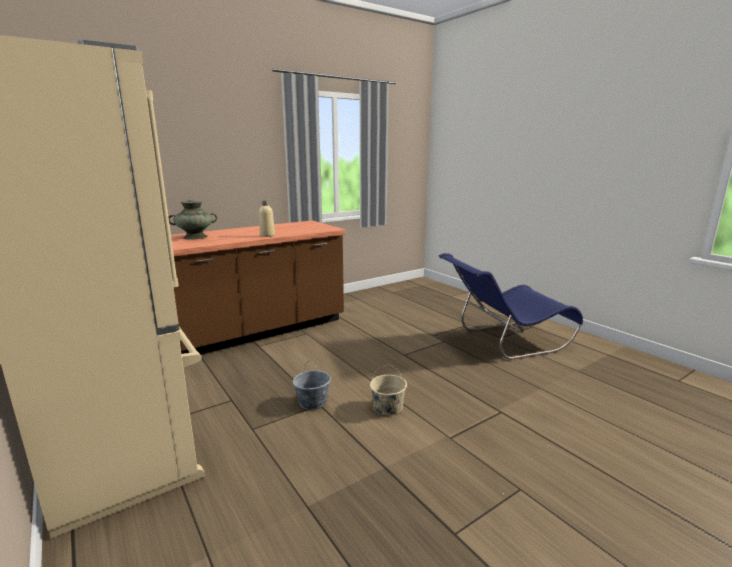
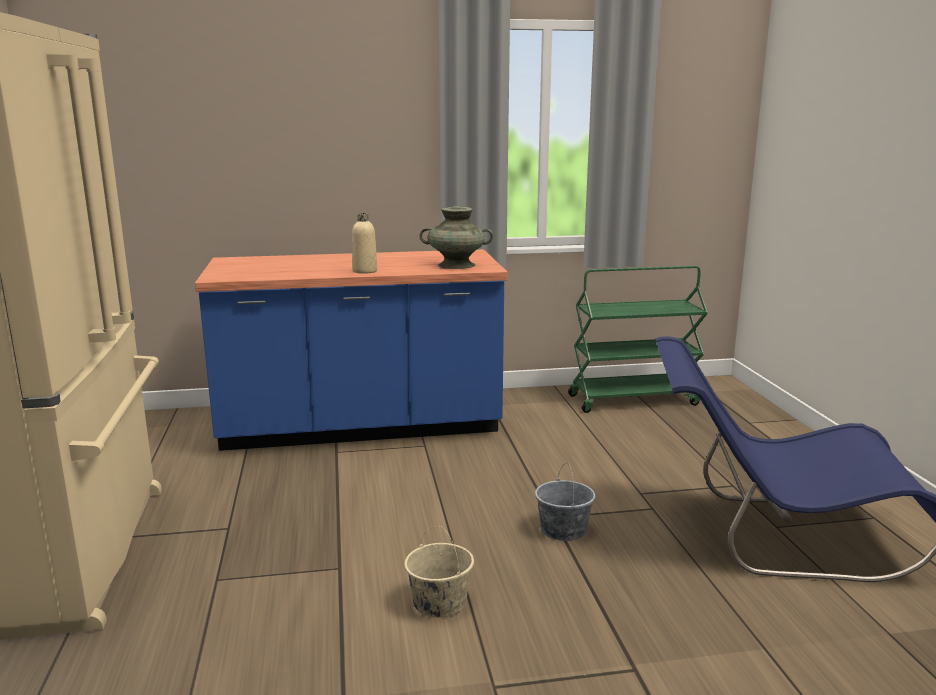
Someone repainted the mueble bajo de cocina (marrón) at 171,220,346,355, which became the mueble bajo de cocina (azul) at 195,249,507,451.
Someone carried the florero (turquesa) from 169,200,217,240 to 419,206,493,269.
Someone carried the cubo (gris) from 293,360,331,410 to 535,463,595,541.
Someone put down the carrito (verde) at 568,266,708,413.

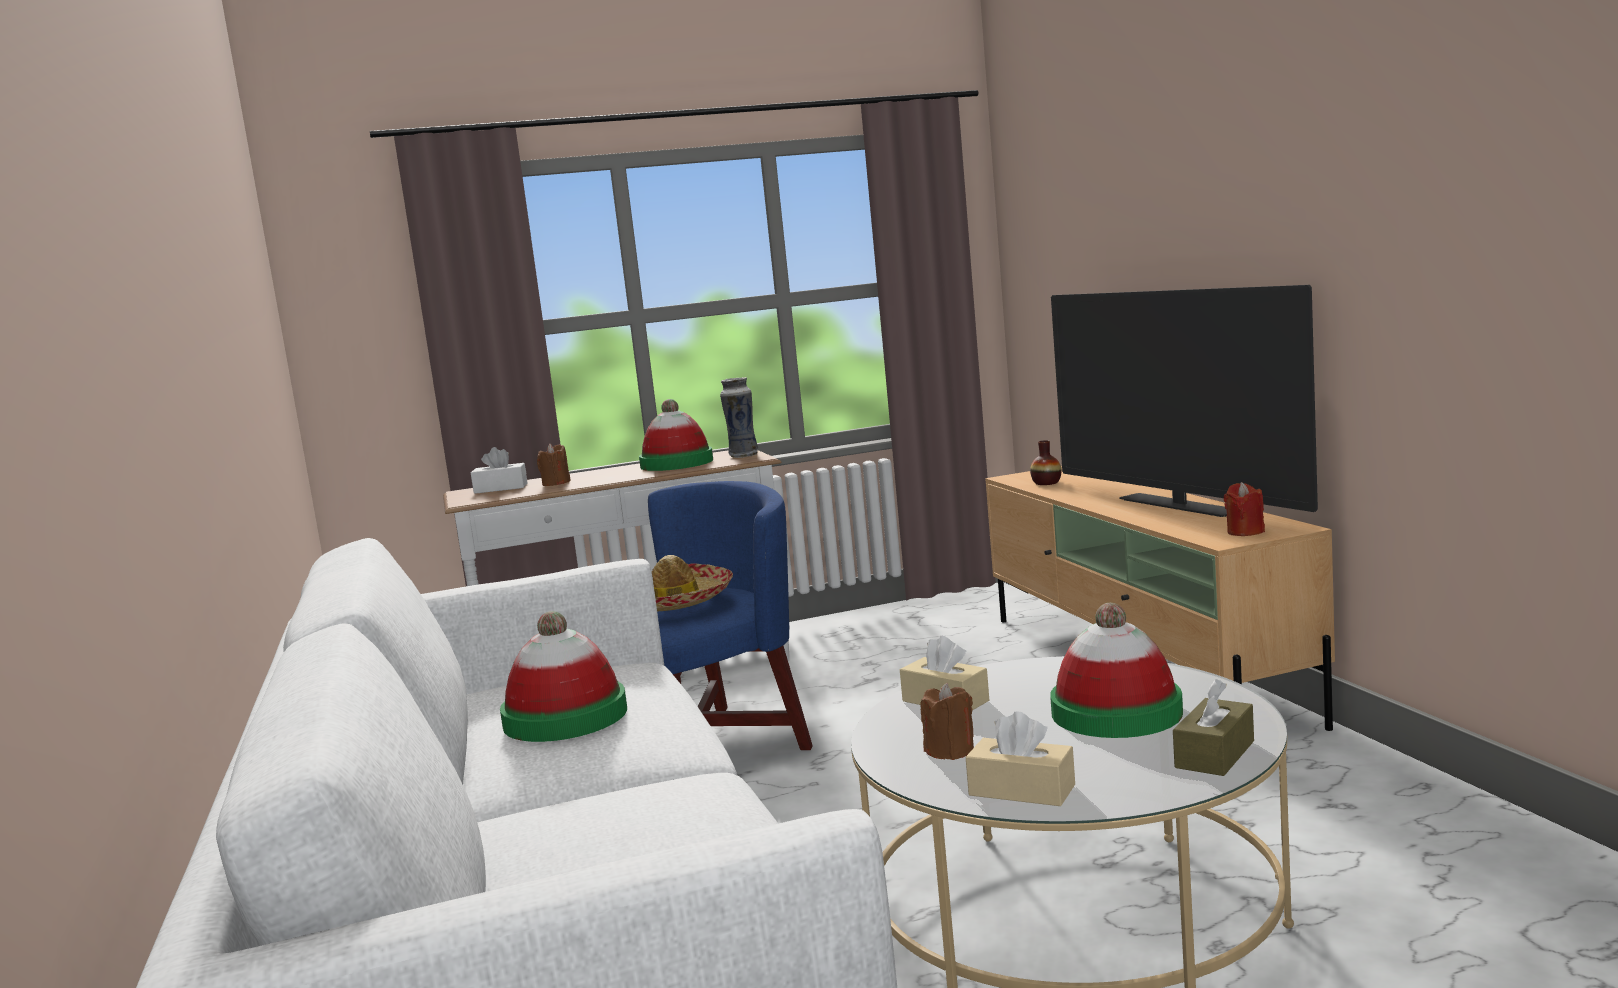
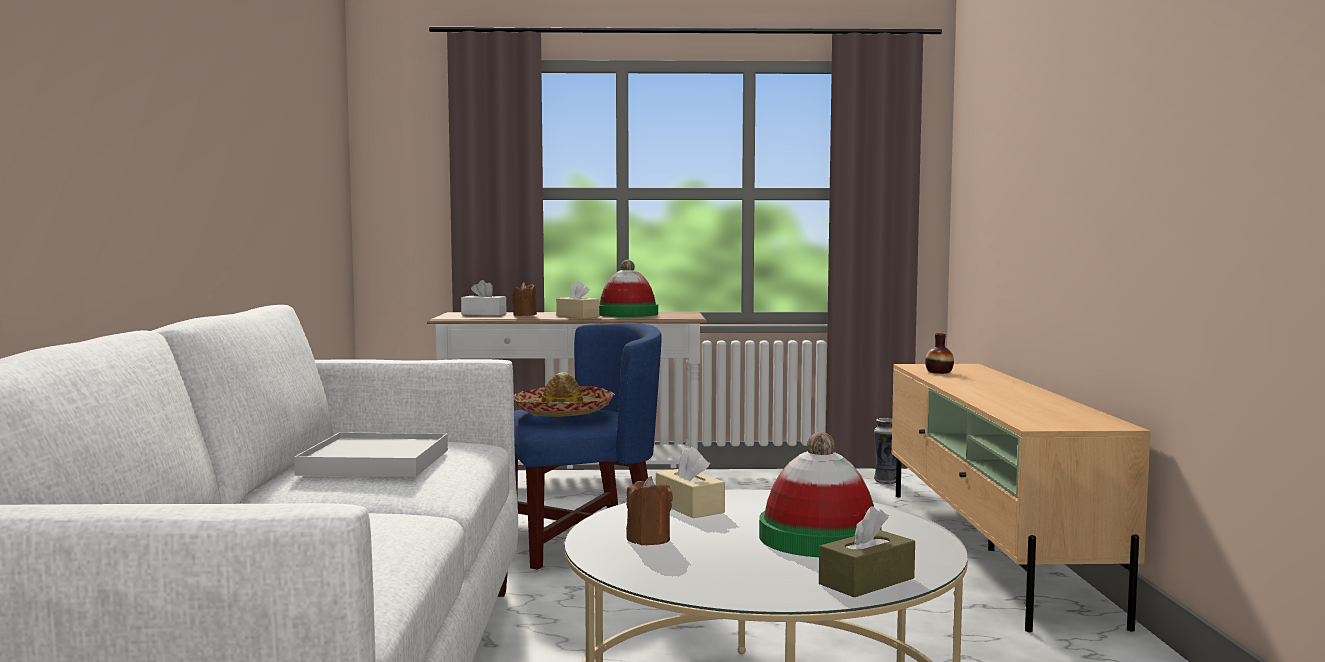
Someone swapped the sombrero at 500,611,627,742 for the bandeja (blanco) at 294,432,448,477.
Someone carried the caja de pañuelos (beis) from 966,711,1075,806 to 556,281,599,318.
Someone carried the florero from 720,377,758,458 to 874,418,897,484.
Someone took away the televisor at 1051,285,1318,517.
Someone took away the vela (rojo) at 1224,482,1265,536.

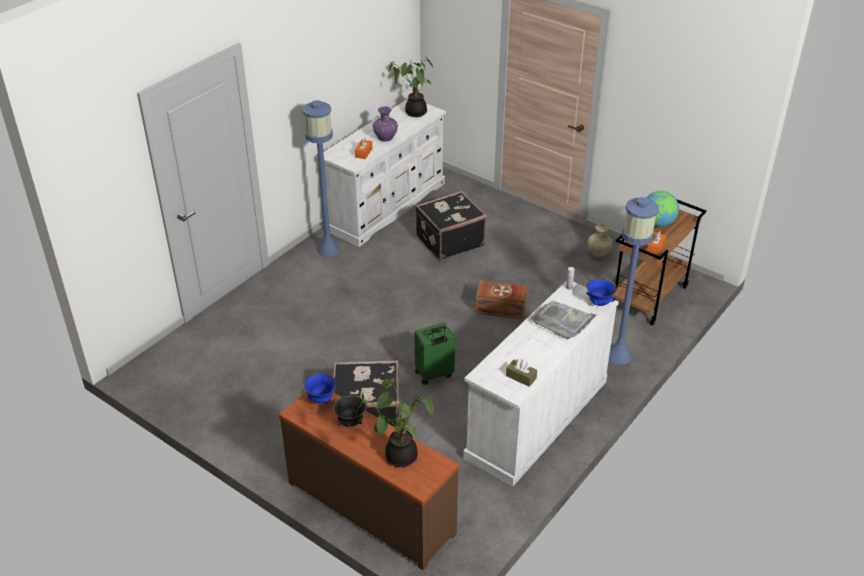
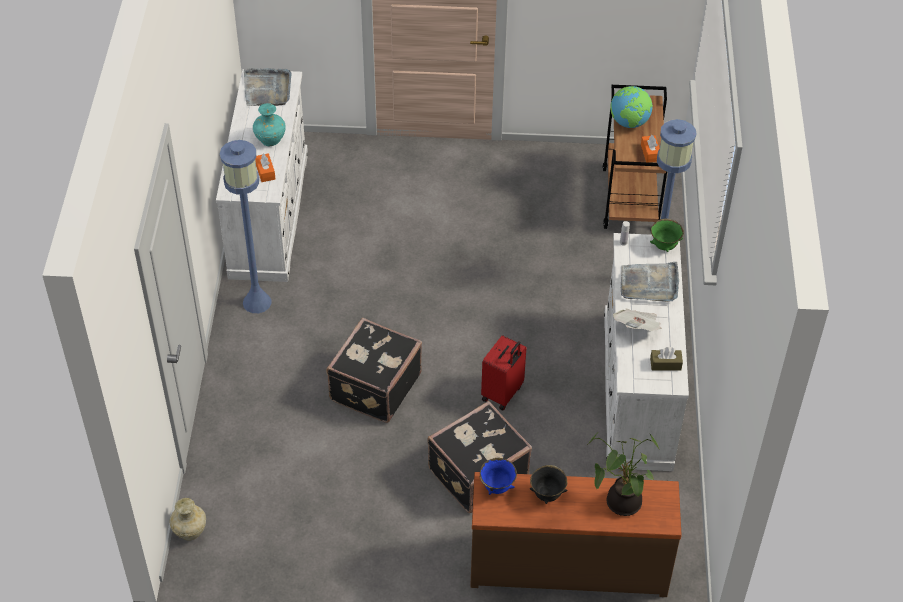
Someone carried the florero (beis) from 587,224,613,258 to 170,498,206,540.
Someone swapped the planta en maceta at 388,56,433,117 for the bandeja (gris) at 244,68,292,106.
Someone repainted the florero (morado) at 373,106,398,142, which became the florero (turquesa) at 253,103,286,146.
Someone carried the maleta (negro) from 415,191,487,260 to 326,318,422,423.
Someone repainted the maleta (verde) at 414,322,455,385, which became the maleta (rojo) at 481,335,527,411.
Someone put down the periódico at 613,308,661,331.
Someone repainted the cuenco (azul) at 586,278,617,306, which became the cuenco (verde) at 650,219,684,252.
Someone took away the caja de almacenaje (marrón) at 476,280,527,319.

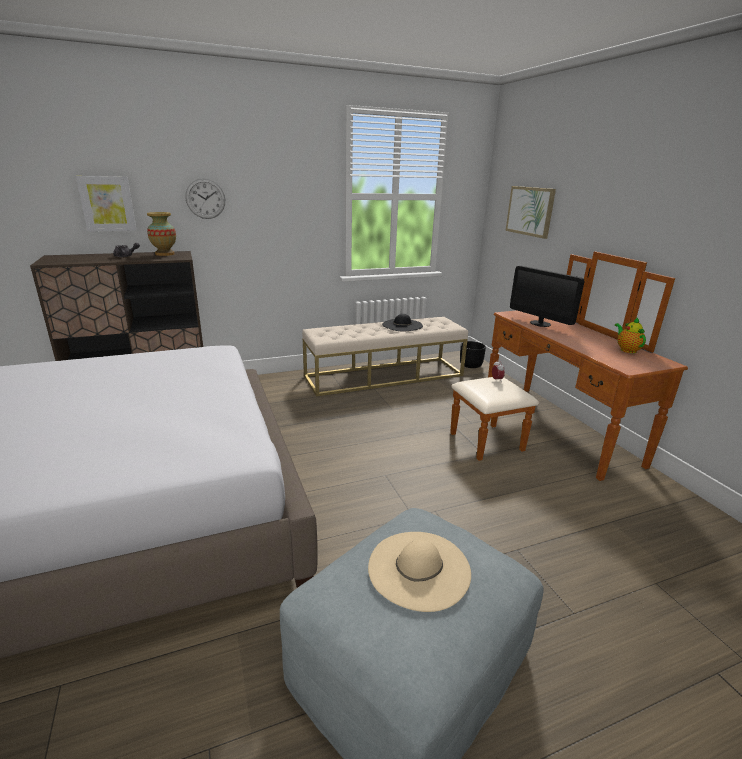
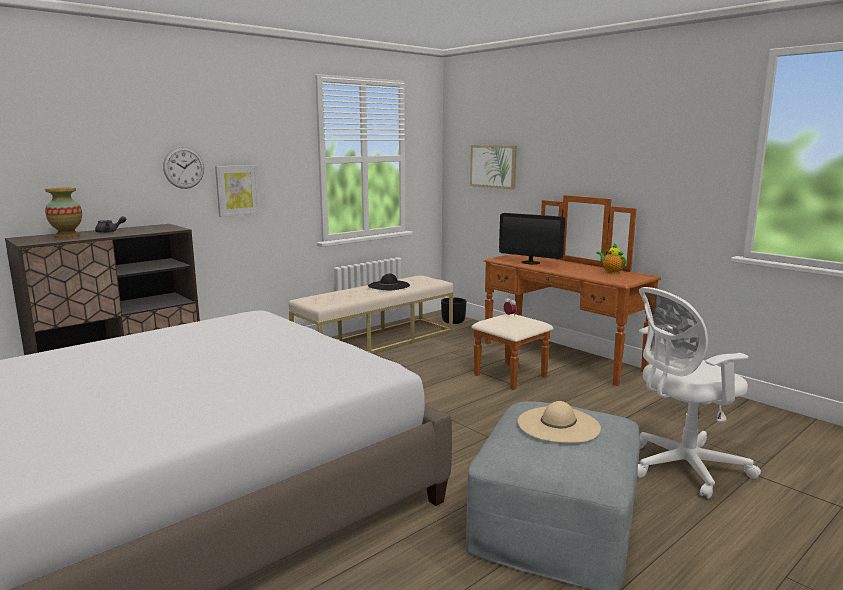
Someone carried the florero from 147,212,176,256 to 45,187,82,239.
Someone carried the cuadro from 76,176,137,232 to 215,165,260,217.
Someone put down the silla de oficina (blanco) at 637,287,761,499.

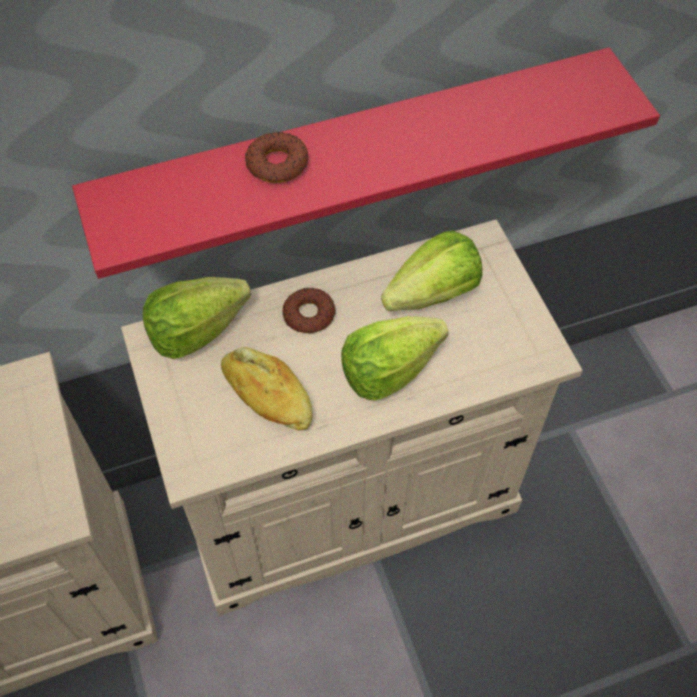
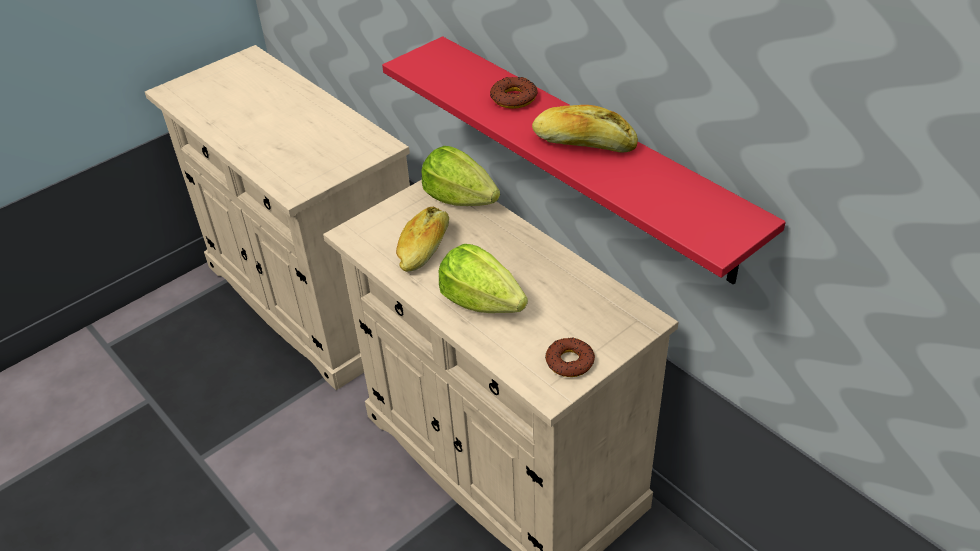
Someone put down the pan at 532,105,638,152.
Someone carried the rosquilla from 283,288,336,333 to 545,337,595,377.
Someone took away the lechuga at 381,230,482,311.

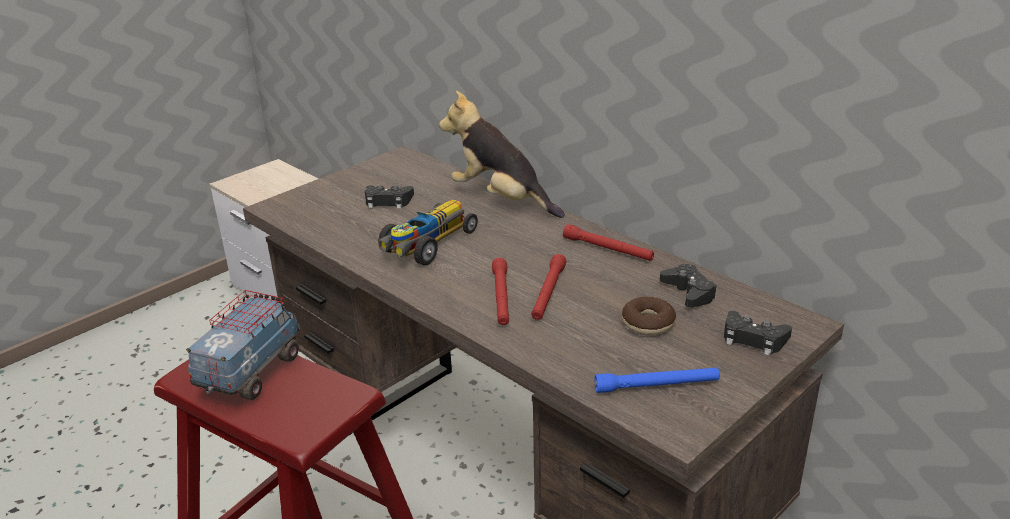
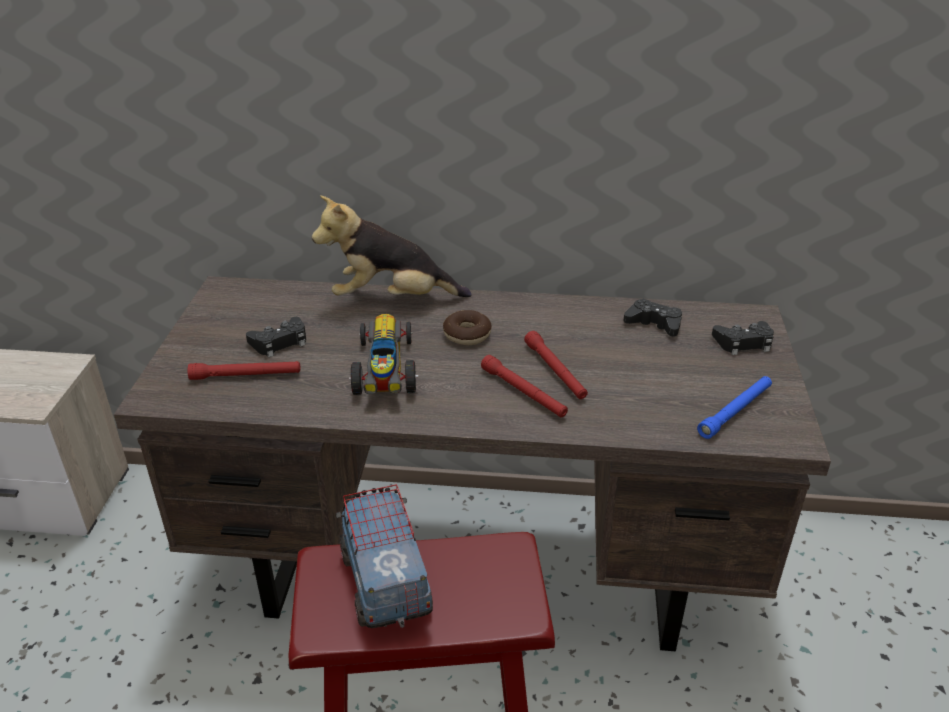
Someone carried the linterna (rojo) from 563,224,654,261 to 188,361,300,380.
Someone carried the rosquilla from 622,296,676,336 to 443,310,492,345.

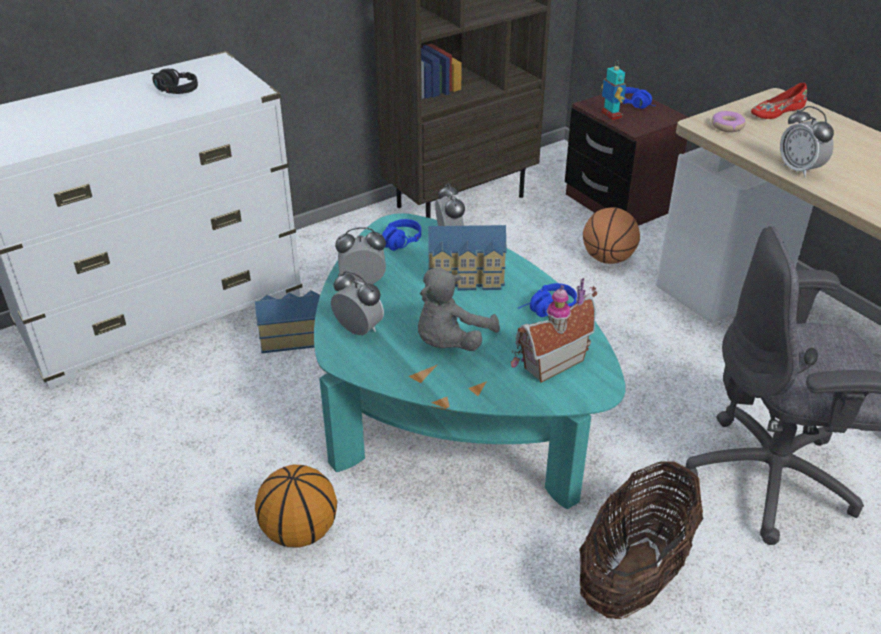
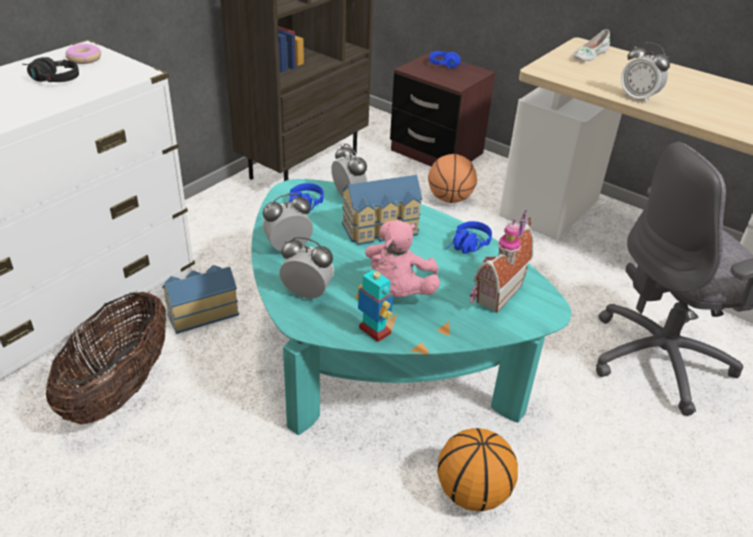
Someone carried the cesta from 579,462,703,619 to 46,291,167,425.
Someone carried the rosquilla from 711,111,746,132 to 66,44,101,64.
Someone carried the robot de juguete from 601,62,626,120 to 355,266,393,342.
Someone repainted the peluche (gris) at 418,268,500,351, which became the peluche (rosa) at 365,220,440,297.
Someone carried the balón de baloncesto from 255,465,337,548 to 438,428,518,511.
Someone repainted the zapato (rojo) at 751,83,807,119, which became the zapato (blanco) at 573,29,610,61.

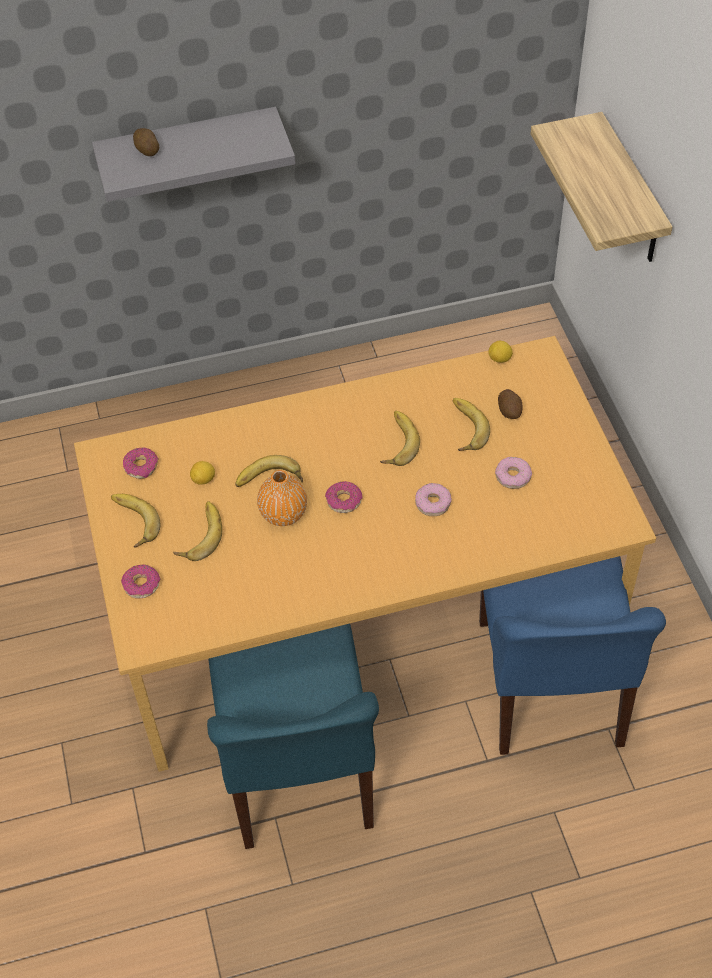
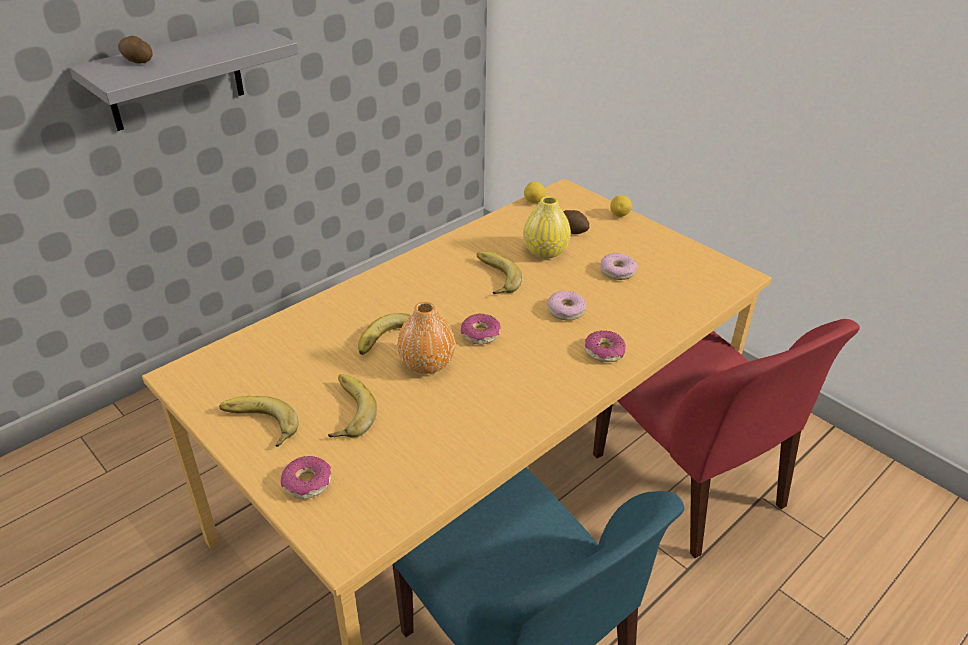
Someone swapped the plátano at 453,398,490,451 for the florero (amarillo) at 523,196,571,259.
Someone carried the rosquilla from 123,447,159,479 to 585,330,626,362.
Someone repainted the silla (azul) at 479,556,666,755, which became the silla (rojo) at 593,319,860,558.
Someone carried the limón from 190,461,215,485 to 610,195,632,217.
Someone took away the estante at 531,112,672,262.

